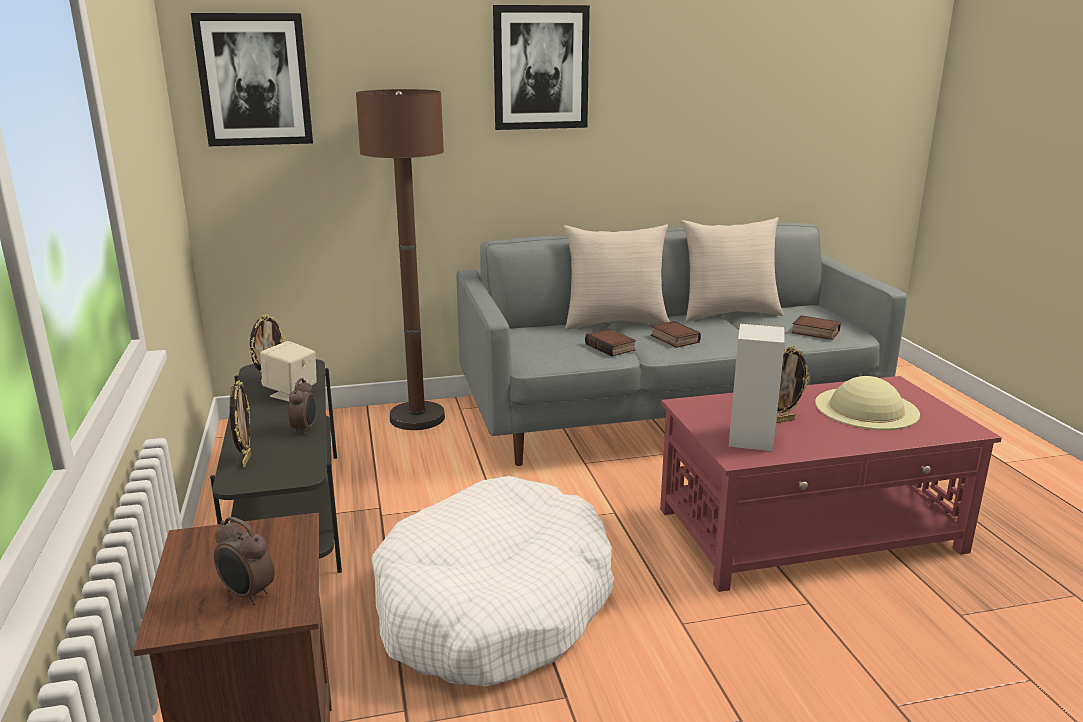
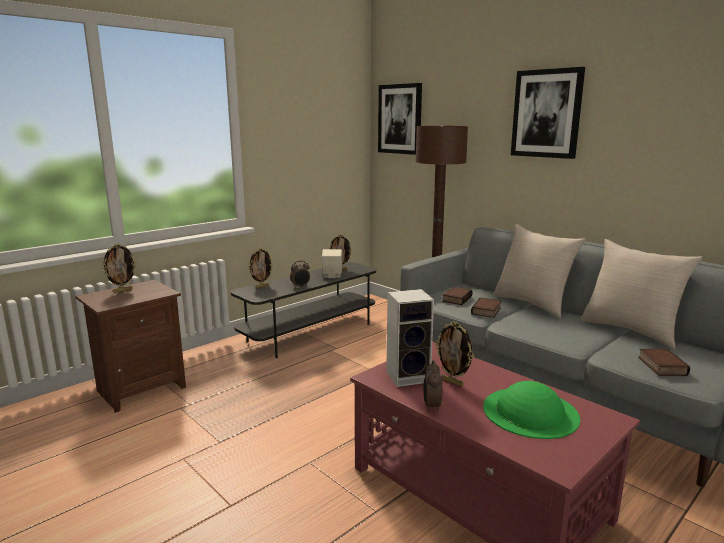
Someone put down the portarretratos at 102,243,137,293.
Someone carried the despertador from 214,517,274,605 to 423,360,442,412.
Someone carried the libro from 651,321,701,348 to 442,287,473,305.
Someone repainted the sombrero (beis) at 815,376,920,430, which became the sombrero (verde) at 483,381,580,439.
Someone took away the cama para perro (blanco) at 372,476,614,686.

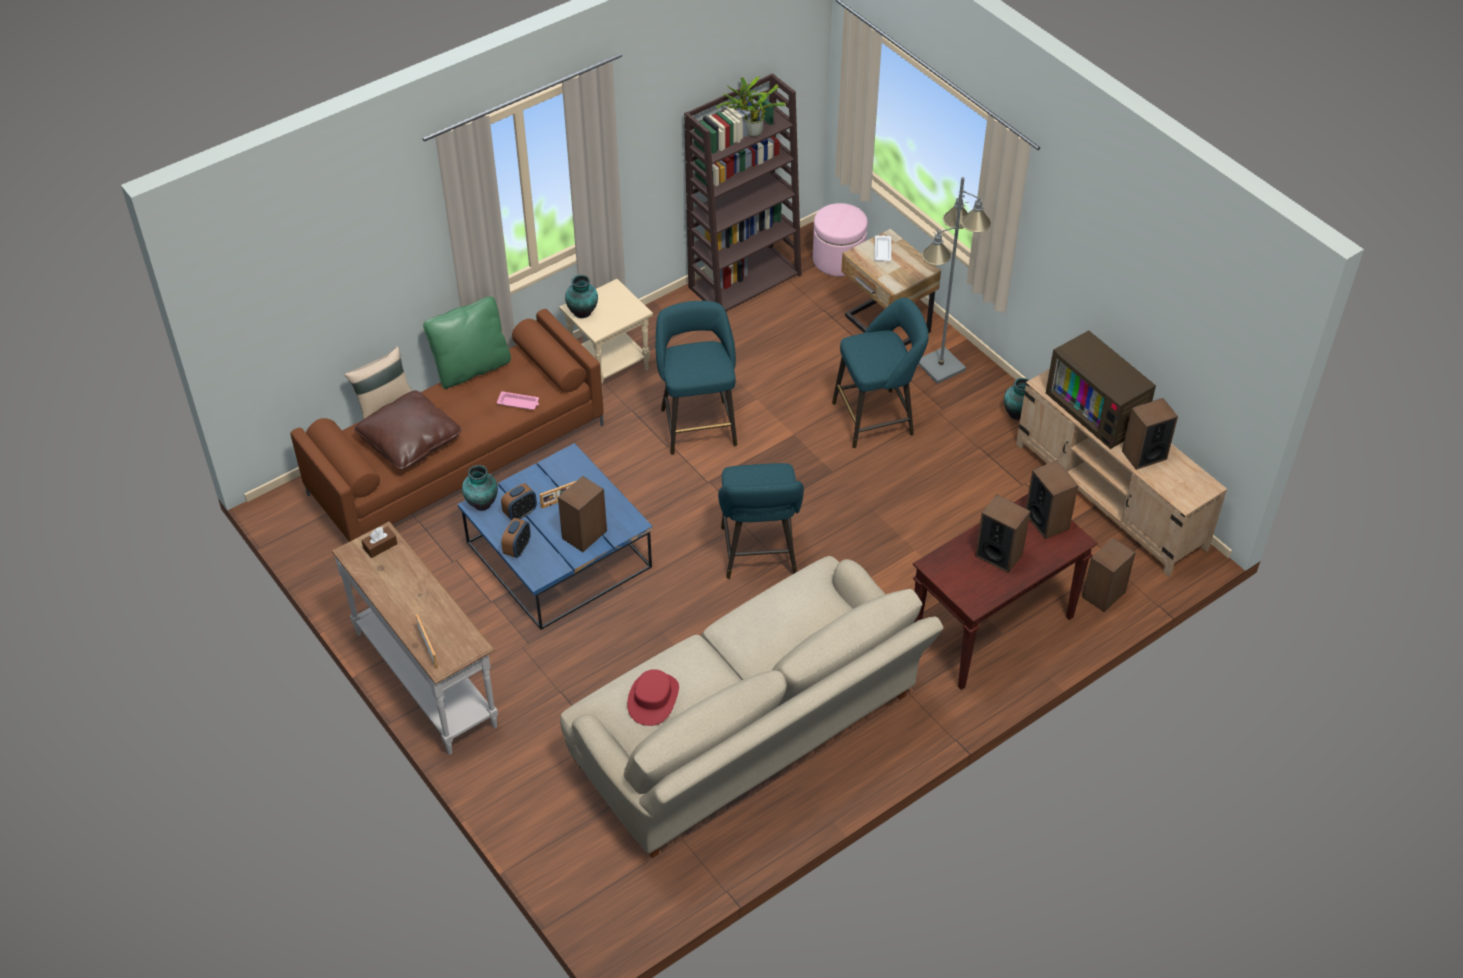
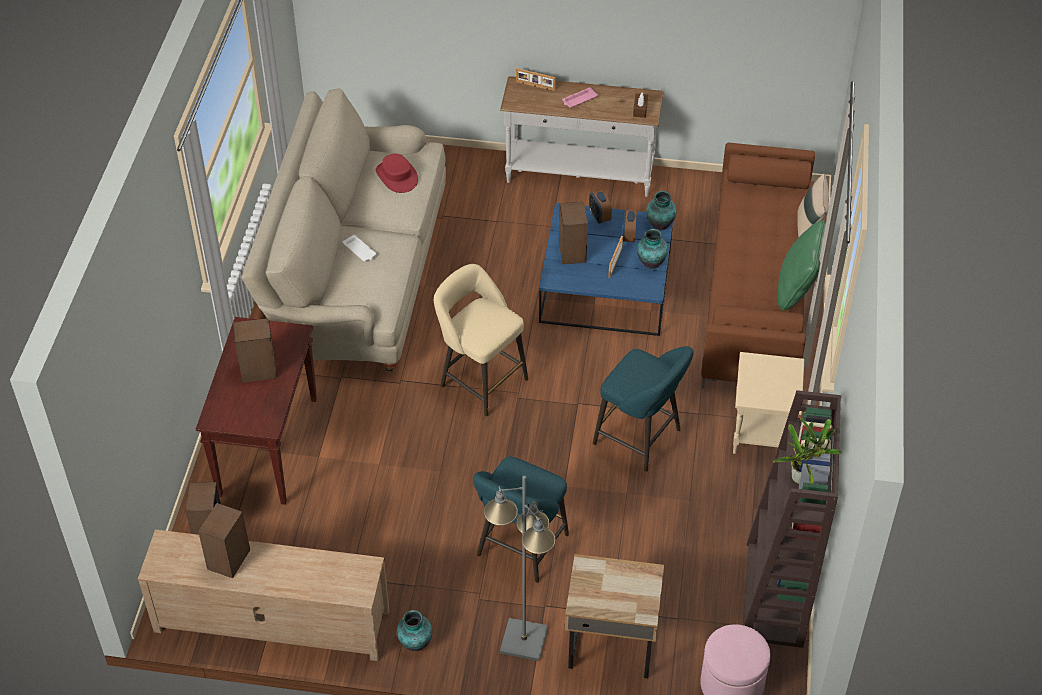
Someone carried the bandeja (blanco) from 875,235,891,261 to 342,235,376,262.
Someone repainted the taburete (turquesa) at 718,463,804,579, which became the taburete (beis) at 434,264,528,417.
Someone carried the bandeja (rosa) from 497,391,539,410 to 562,87,598,108.
Someone carried the florero from 565,275,598,318 to 637,229,668,269.
Someone took away the cojín (marrón) at 354,390,462,469.
Someone took away the altavoz at 1026,460,1078,539.
Someone took away the televisor at 1046,330,1156,449.

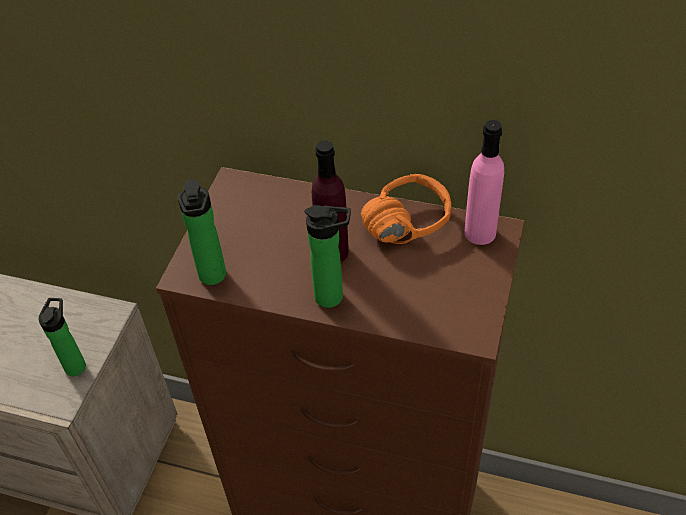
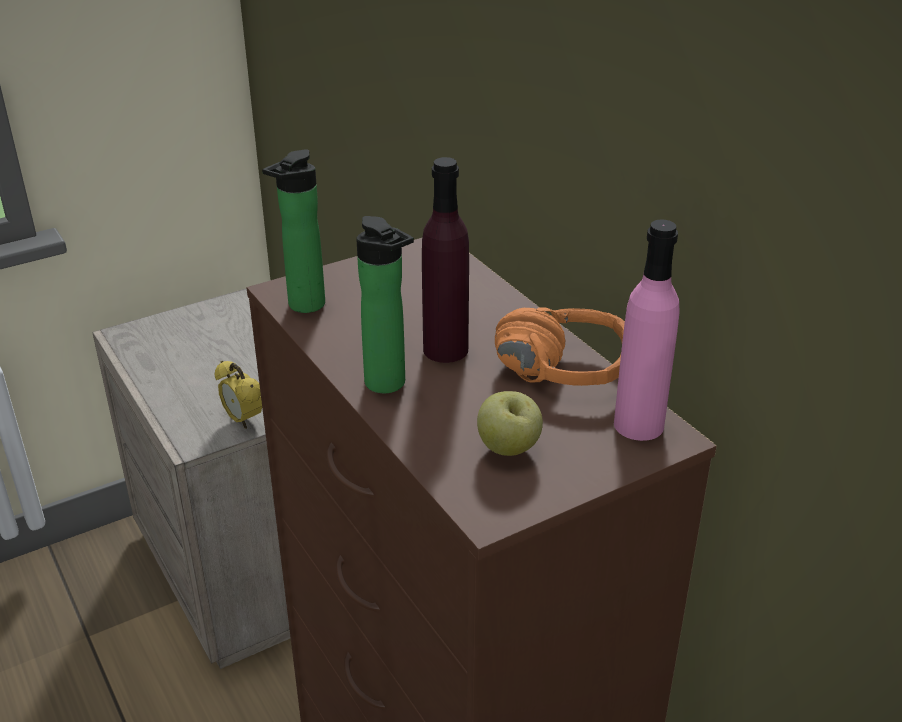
Someone swapped the botella at 39,298,86,376 for the despertador at 215,361,262,429.
Someone put down the manzana at 477,391,543,456.

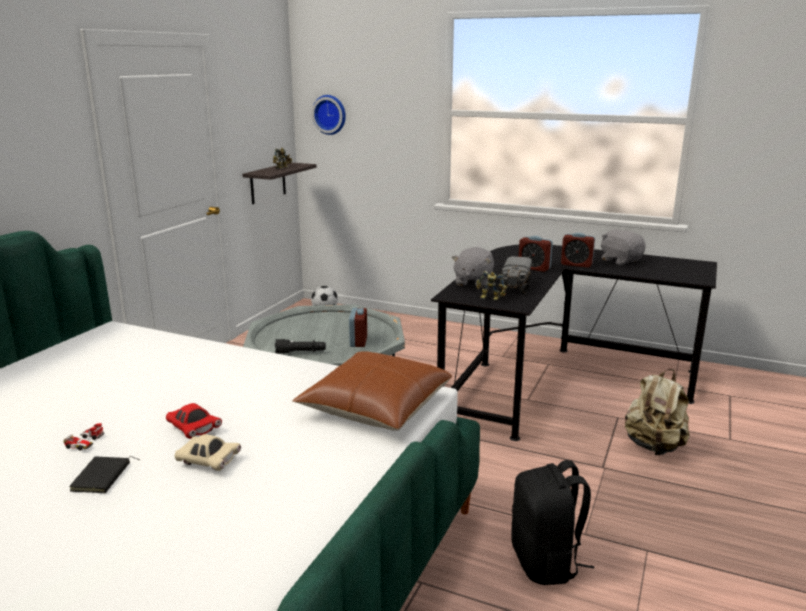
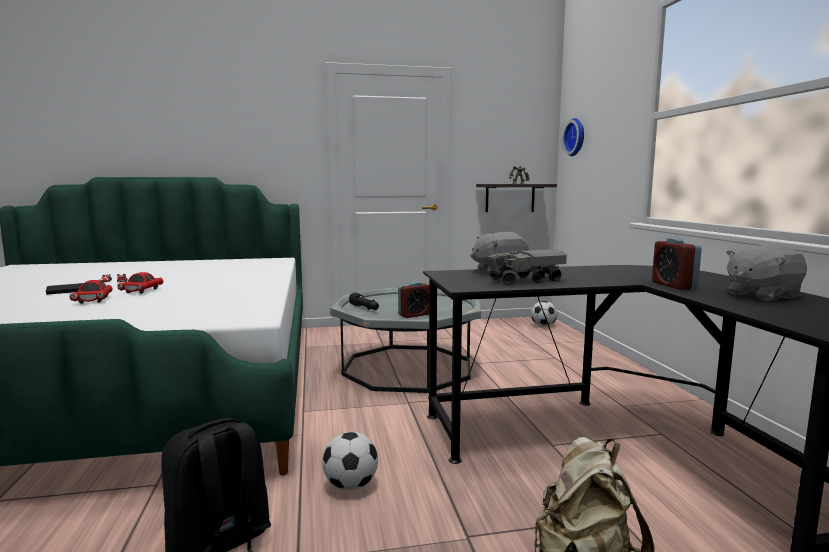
Someone repainted the coche de juguete (beis) at 175,434,241,471, which became the coche de juguete (rojo) at 69,280,113,304.
Someone put down the balón de fútbol at 322,432,378,490.
Someone rotated the peluche (gris) at 601,229,646,265 by 135 degrees counterclockwise.
Someone took away the cojín (marrón) at 292,351,452,431.
Someone took away the robot de juguete at 476,271,507,300.
Someone took away the despertador at 519,236,553,272.

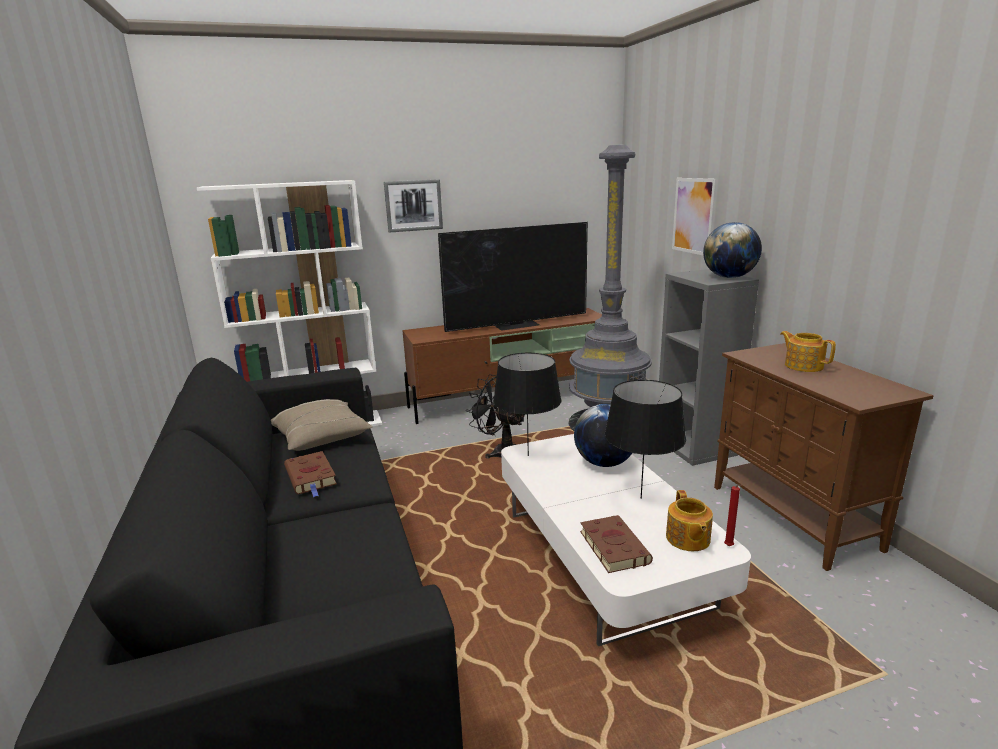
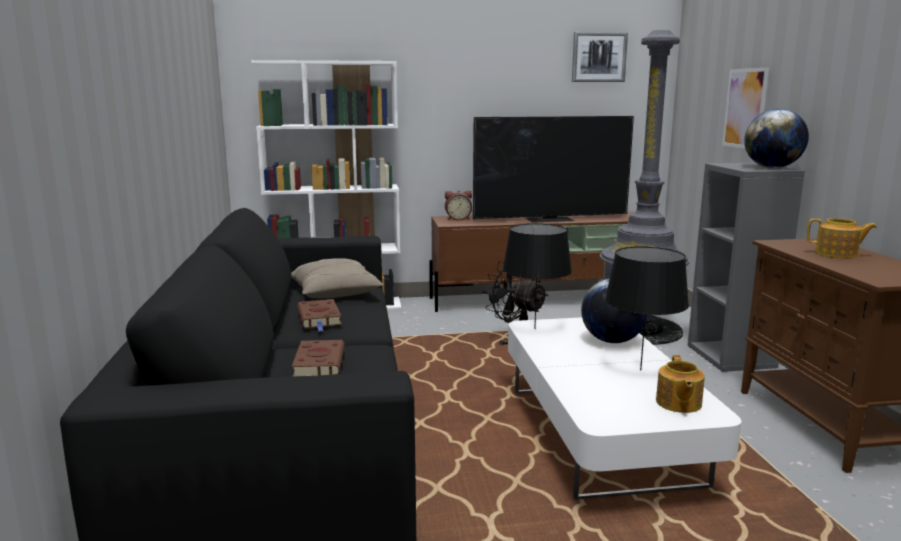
Someone carried the libro (marrón) from 580,515,653,573 to 292,340,345,376.
Someone put down the despertador at 445,191,472,220.
Someone carried the cuadro from 384,179,443,233 to 572,32,628,82.
Someone rotated the tetera at 780,331,836,372 by 135 degrees clockwise.
Someone took away the vela (rojo) at 724,485,742,546.

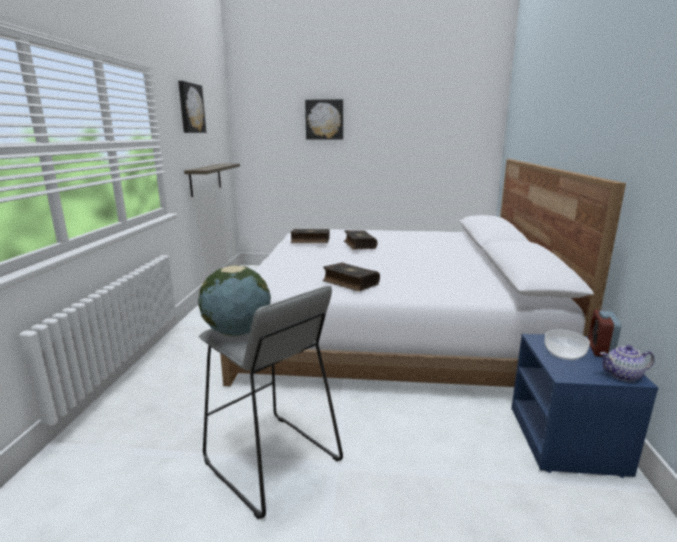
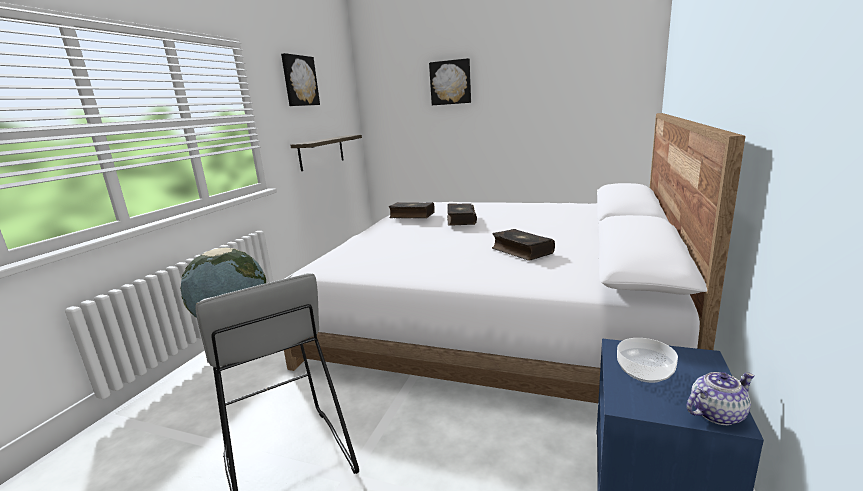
Someone carried the libro from 323,262,380,291 to 492,229,555,261.
Someone rotated the tetera at 600,345,655,381 by 150 degrees clockwise.
Someone took away the despertador at 588,309,621,357.

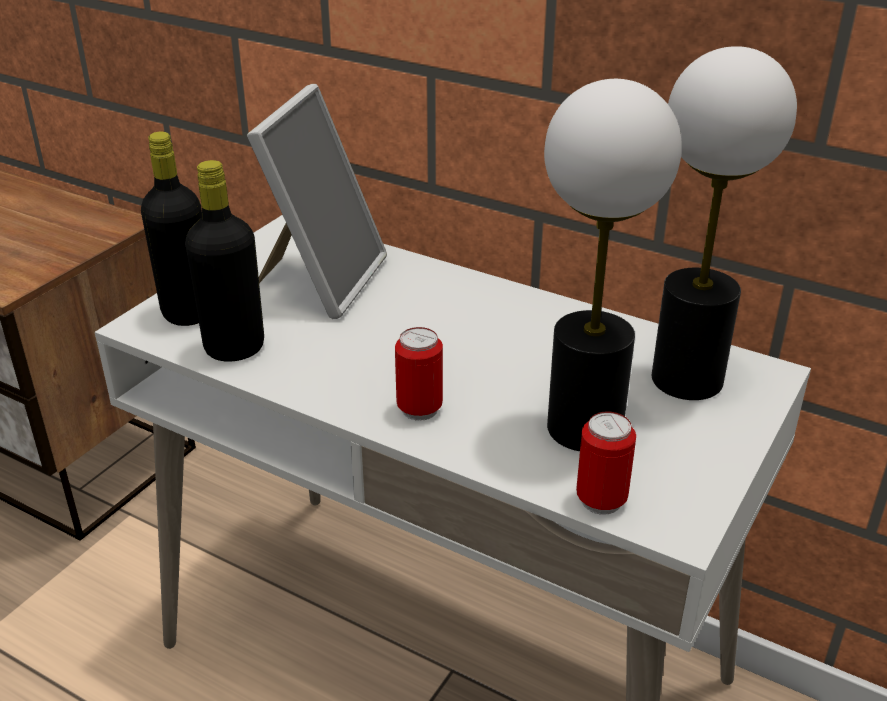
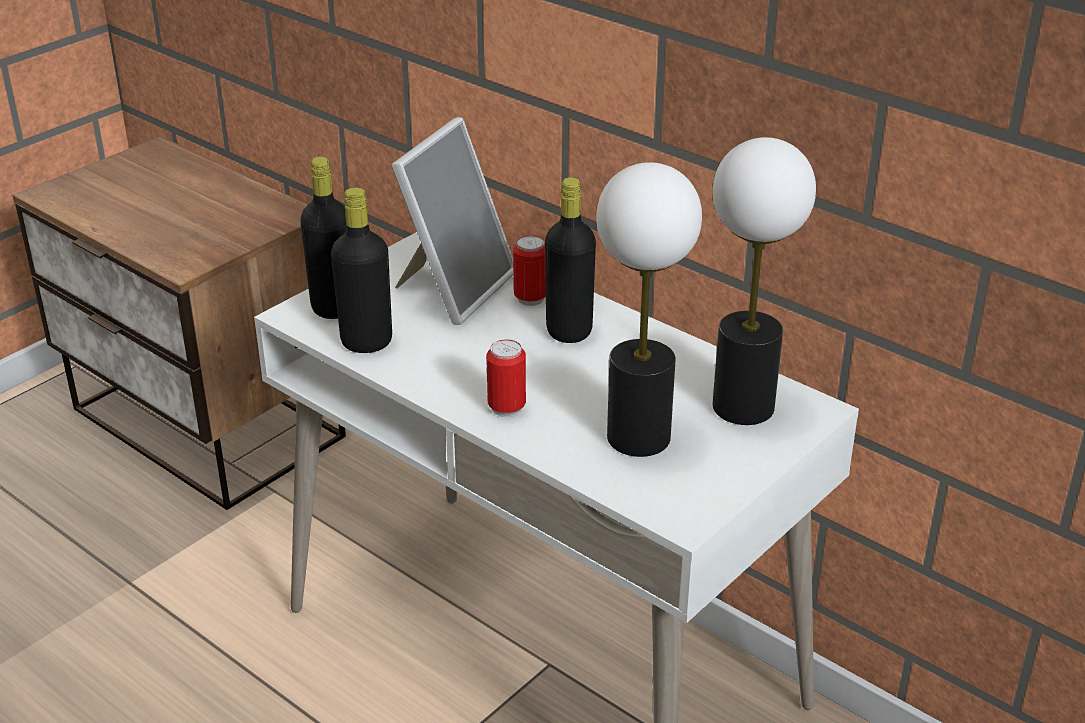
Someone carried the lata from 576,412,636,515 to 513,235,546,306.
Someone put down the botella (negro) at 545,177,596,343.

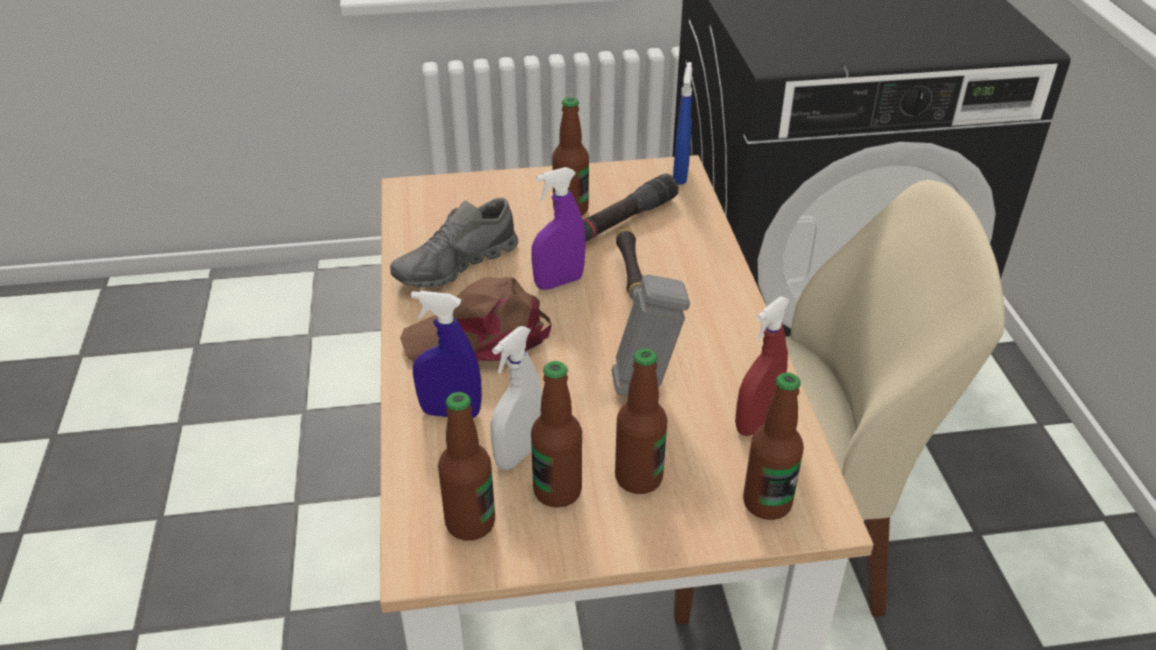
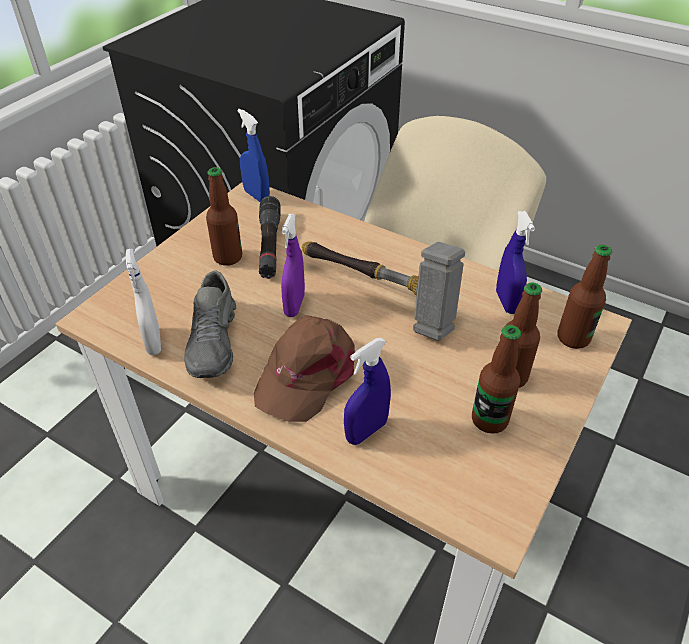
Someone carried the pulverizador (blanco) from 490,326,542,470 to 126,248,161,355.
Someone repainted the pulverizador (rojo) at 735,296,790,436, which became the pulverizador (azul) at 496,211,535,314.
Someone took away the botella at 438,392,495,541.

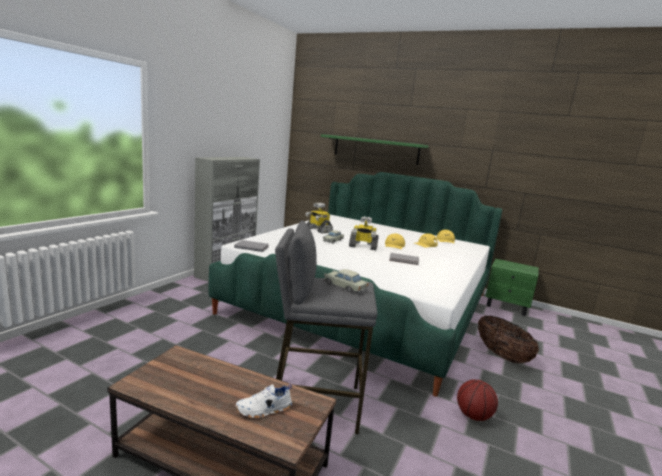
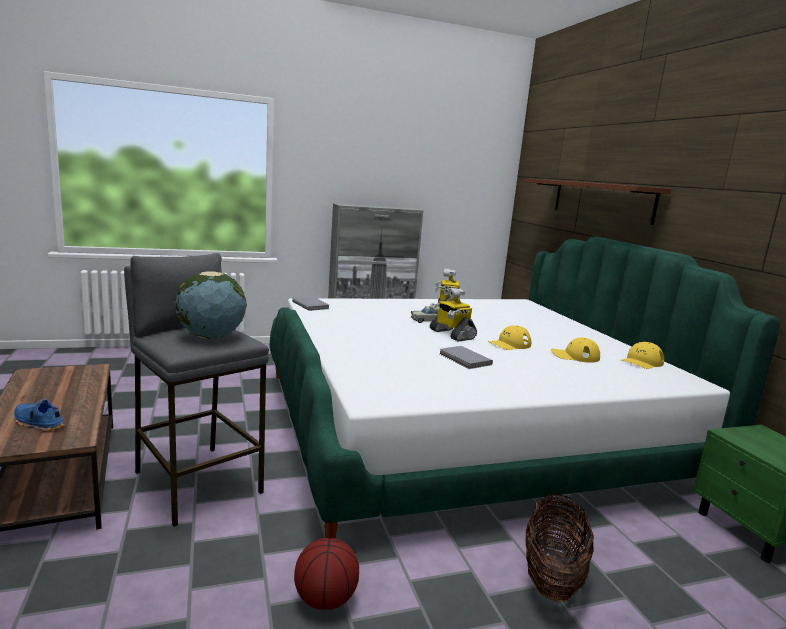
Someone repainted the zapato (blanco) at 236,384,292,419, which became the zapato (azul) at 14,399,65,432.
Someone swapped the coche de juguete (beis) at 324,269,368,293 for the globo terráqueo at 175,271,247,339.
Someone repainted the estante (verde) at 321,134,429,165, which became the estante (marrón) at 526,178,671,225.

